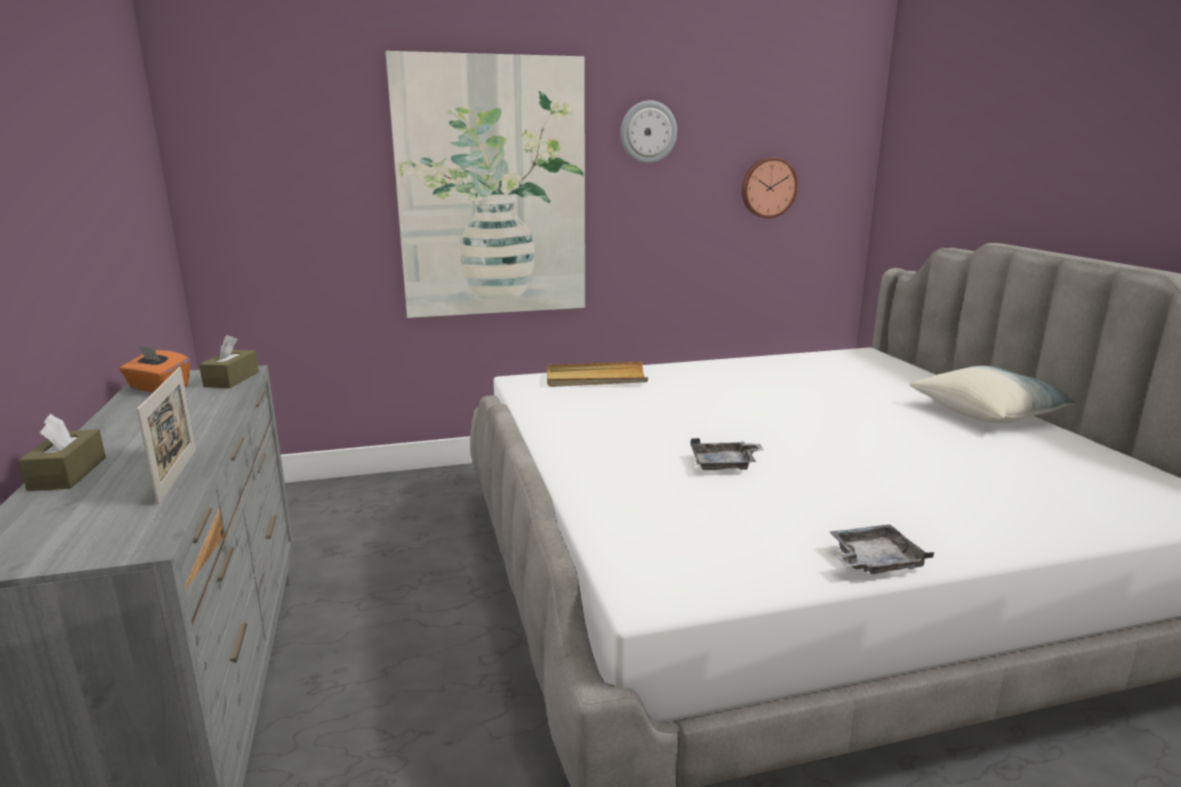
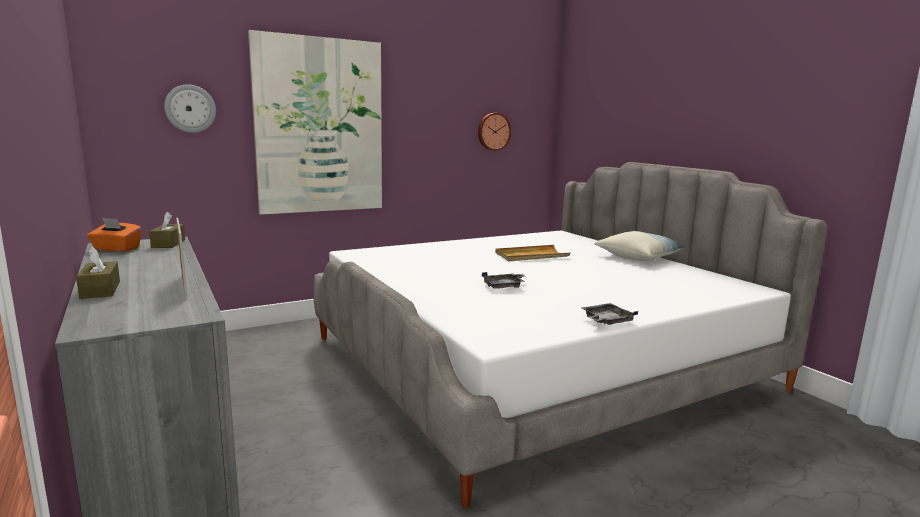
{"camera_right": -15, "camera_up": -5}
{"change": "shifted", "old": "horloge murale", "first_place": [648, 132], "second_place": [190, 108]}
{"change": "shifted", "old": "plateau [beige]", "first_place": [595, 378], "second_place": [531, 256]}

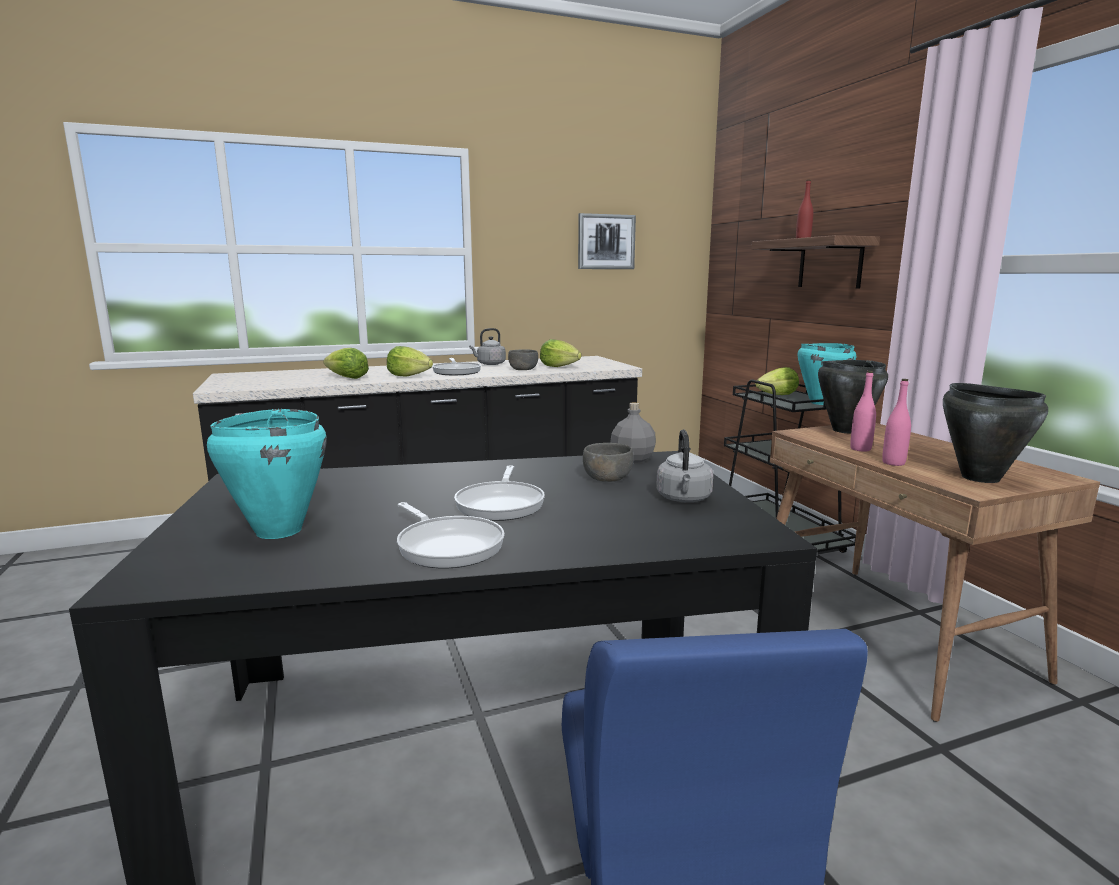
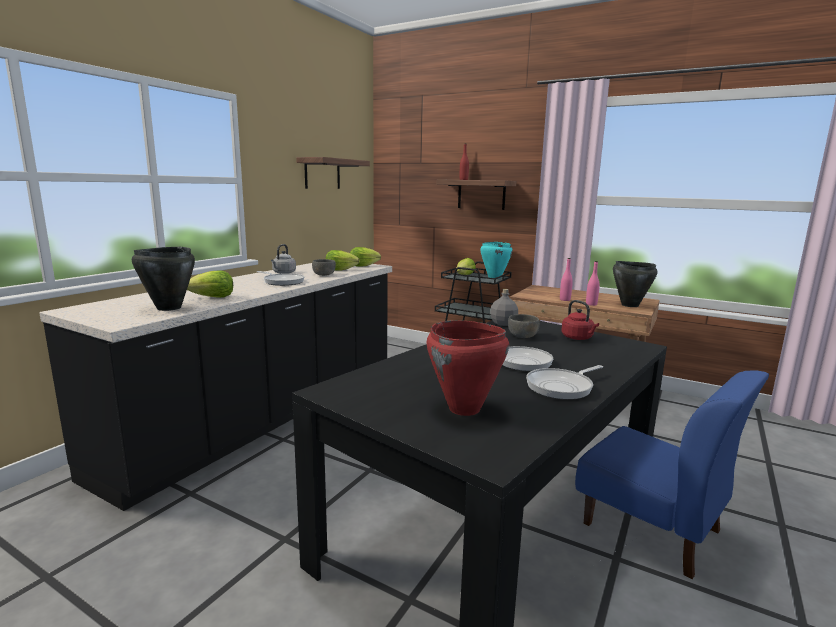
{"camera_right": -40, "camera_up": 0}
{"change": "swapped", "old": "tableau", "new": "étagère", "first_place": [606, 242], "second_place": [322, 174]}
{"change": "shifted", "old": "laitue", "first_place": [408, 376], "second_place": [363, 266]}
{"change": "shifted", "old": "marmite [noir]", "first_place": [845, 430], "second_place": [168, 308]}
{"change": "repainted", "old": "marmite [turquoise]", "new": "marmite [rouge]", "first_place": [277, 531], "second_place": [464, 409]}
{"change": "repainted", "old": "bouilloire [gris]", "new": "bouilloire [rouge]", "first_place": [684, 499], "second_place": [578, 338]}
{"change": "rotated", "old": "poêle", "first_place": [448, 546], "second_place": [562, 387], "degrees": 135}

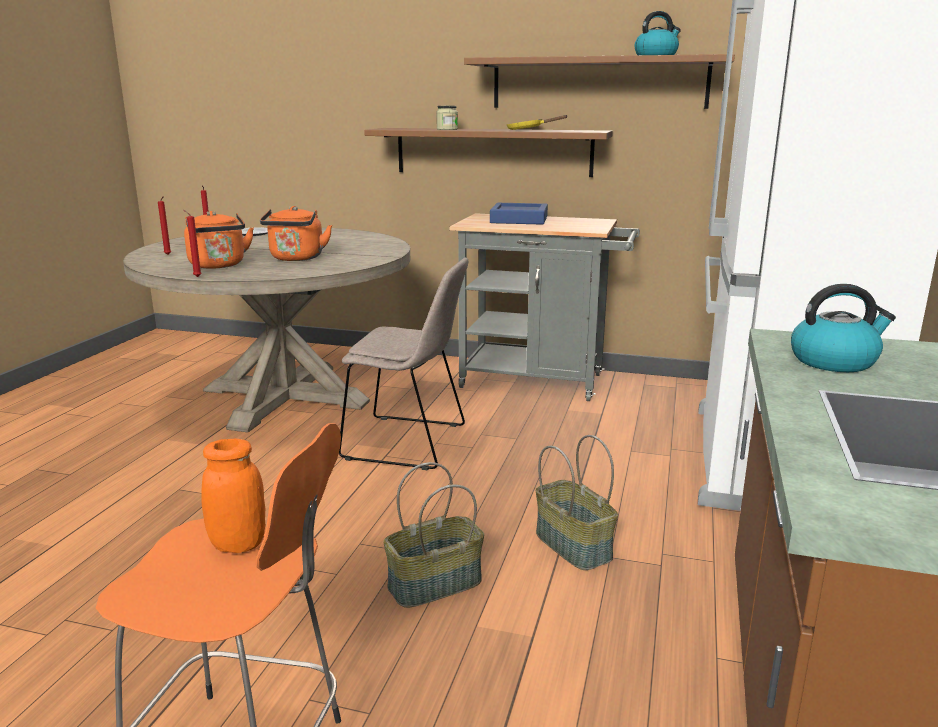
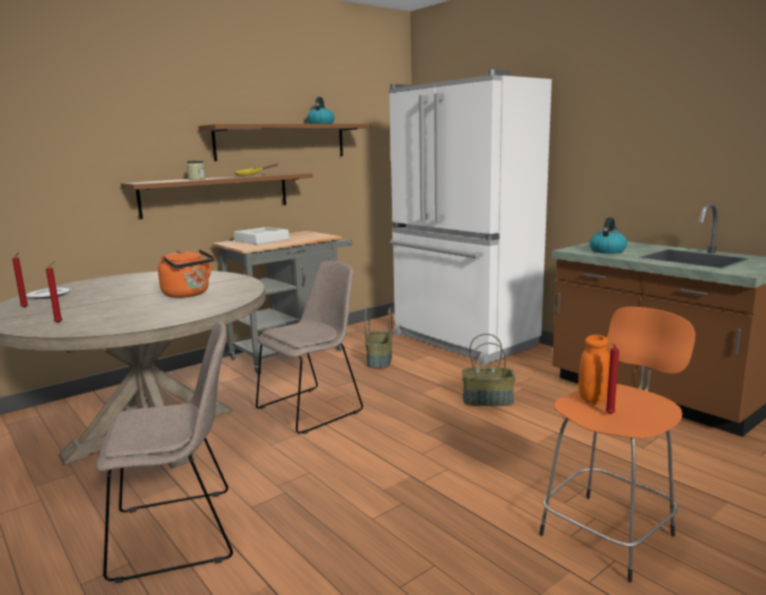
{"camera_right": -55, "camera_up": -5}
{"change": "repainted", "old": "plateau [bleu]", "new": "plateau [blanc]", "first_place": [519, 219], "second_place": [261, 240]}
{"change": "shifted", "old": "bougie [rouge]", "first_place": [196, 277], "second_place": [609, 414]}
{"change": "gone", "old": "bouilloire [orange]", "first_place": [218, 265]}
{"change": "shifted", "old": "panier", "first_place": [434, 585], "second_place": [380, 361]}
{"change": "new", "new": "chaise [beige]", "second_place": [180, 532]}

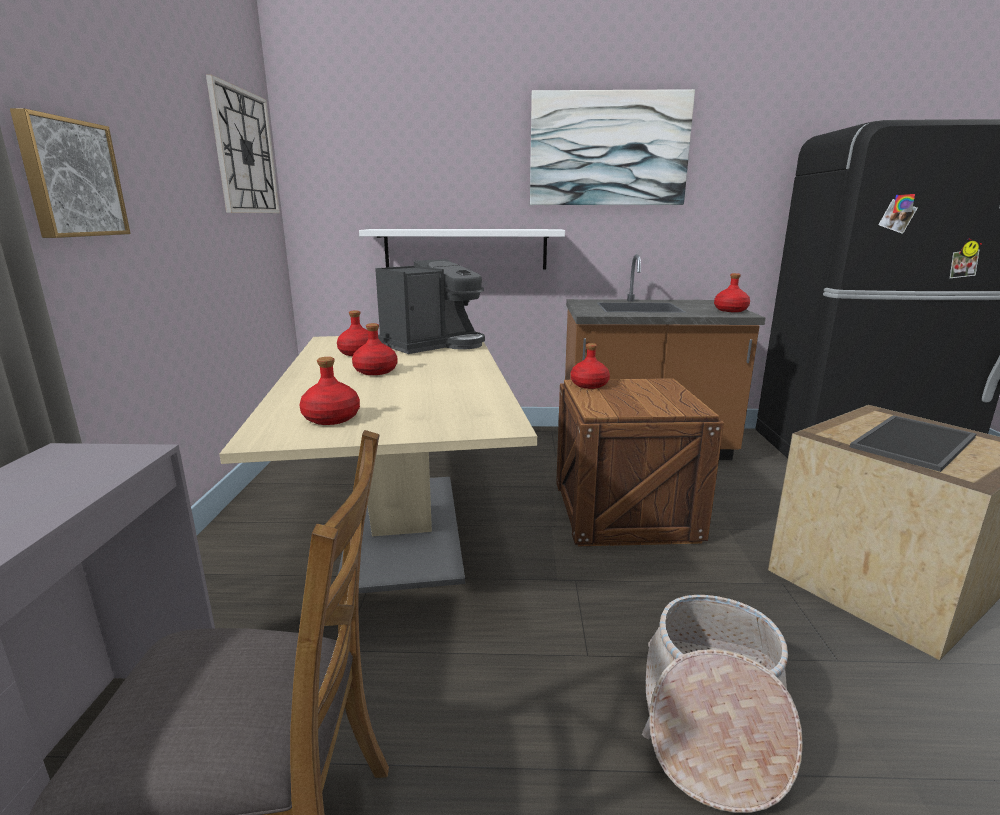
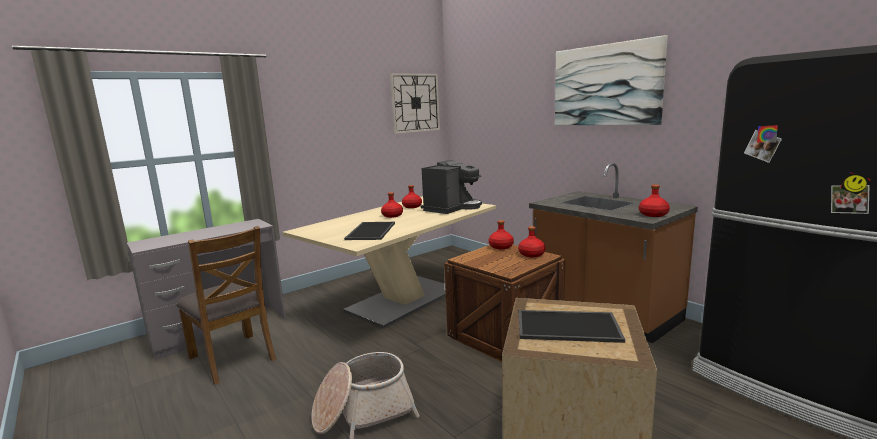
{"camera_right": 50, "camera_up": -5}
{"change": "gone", "old": "tableau", "first_place": [70, 178]}
{"change": "gone", "old": "étagère [blanc]", "first_place": [465, 249]}
{"change": "rotated", "old": "machine à café", "first_place": [433, 344], "second_place": [452, 208], "degrees": -60}
{"change": "shifted", "old": "bouteille [rouge]", "first_place": [332, 418], "second_place": [531, 254]}
{"change": "new", "new": "plateau", "second_place": [370, 231]}

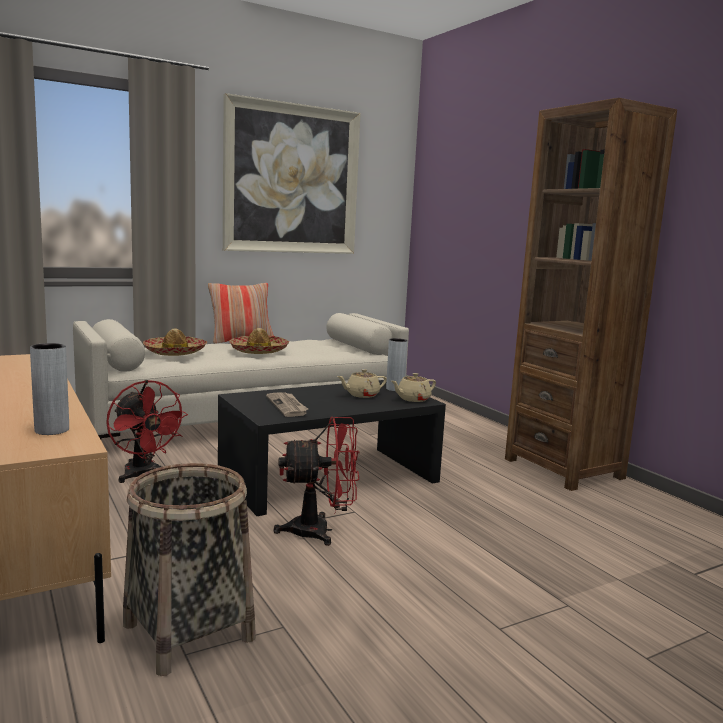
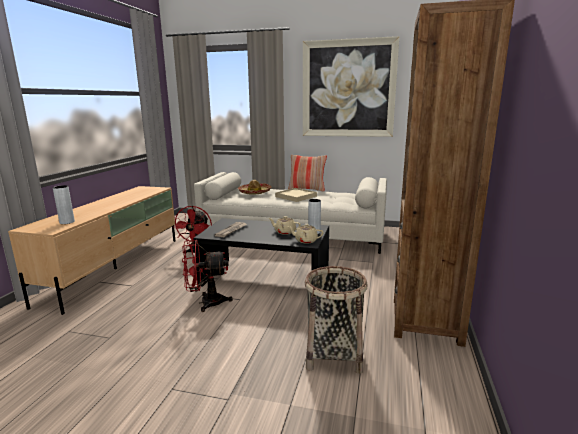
{"camera_right": 45, "camera_up": 5}
{"change": "swapped", "old": "chapeau", "new": "plateau [beige]", "first_place": [259, 351], "second_place": [296, 196]}
{"change": "rotated", "old": "ventilateur [rouge]", "first_place": [320, 531], "second_place": [206, 302], "degrees": 135}
{"change": "shifted", "old": "panier", "first_place": [189, 632], "second_place": [333, 354]}

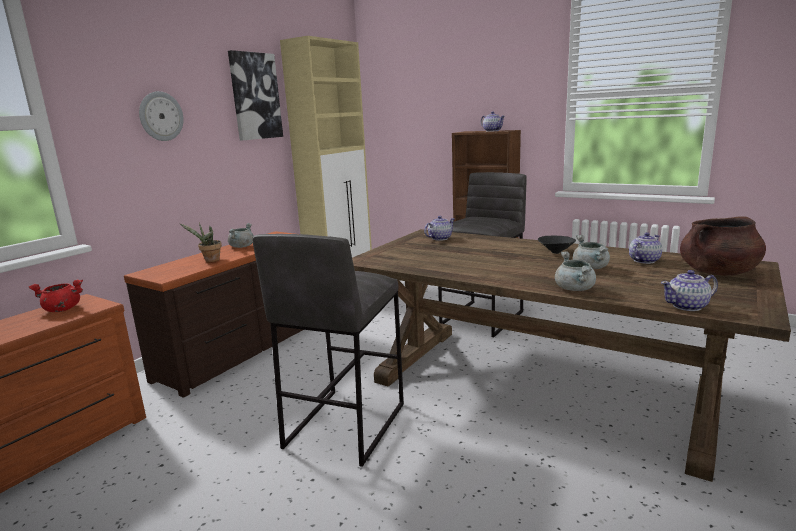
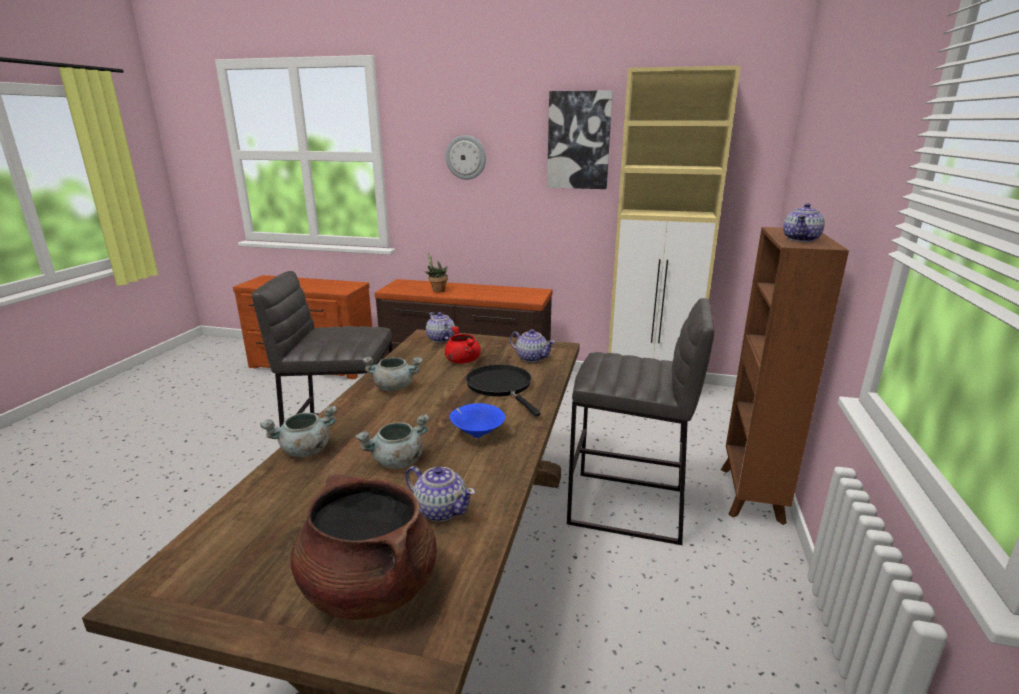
{"camera_right": 70, "camera_up": 5}
{"change": "shifted", "old": "marmite [gris]", "first_place": [242, 246], "second_place": [394, 387]}
{"change": "repainted", "old": "bol [noir]", "new": "bol [bleu]", "first_place": [555, 252], "second_place": [476, 434]}
{"change": "shifted", "old": "théière", "first_place": [687, 306], "second_place": [440, 339]}
{"change": "shifted", "old": "marmite [rouge]", "first_place": [61, 309], "second_place": [462, 360]}
{"change": "new", "new": "poêle [noir]", "second_place": [501, 387]}

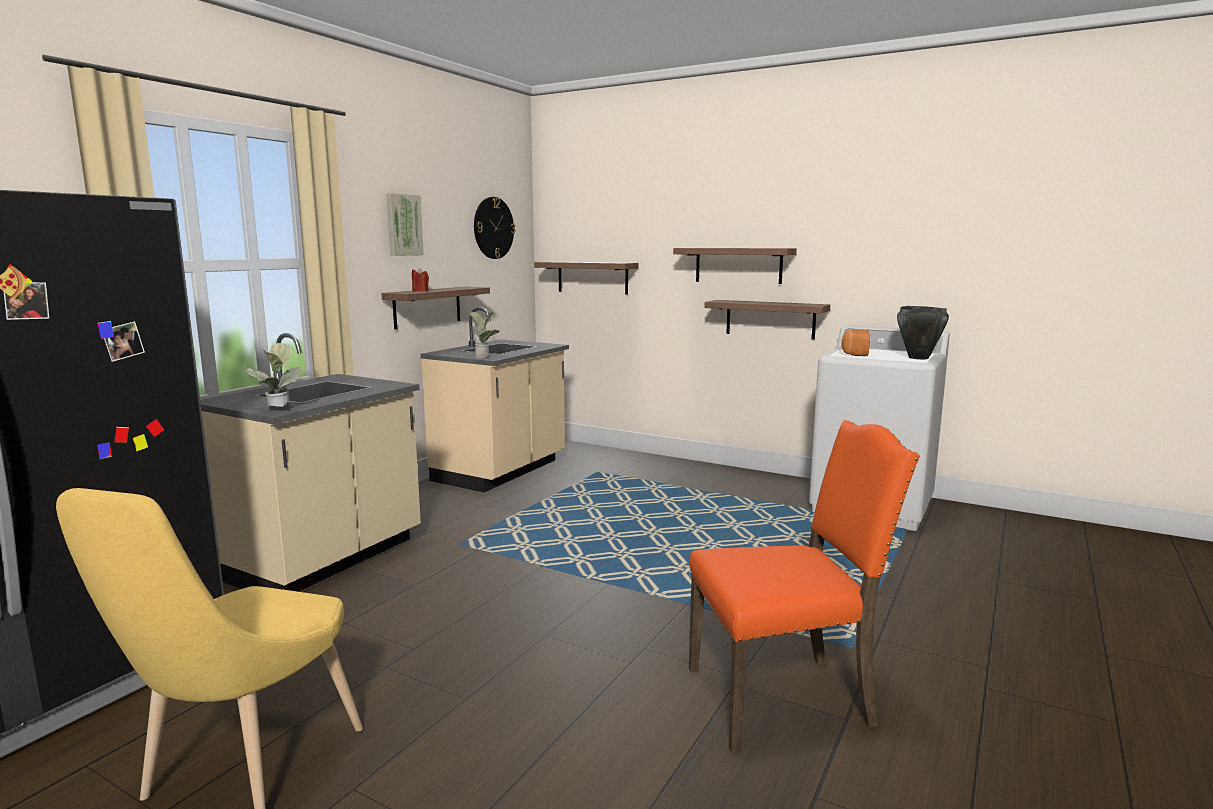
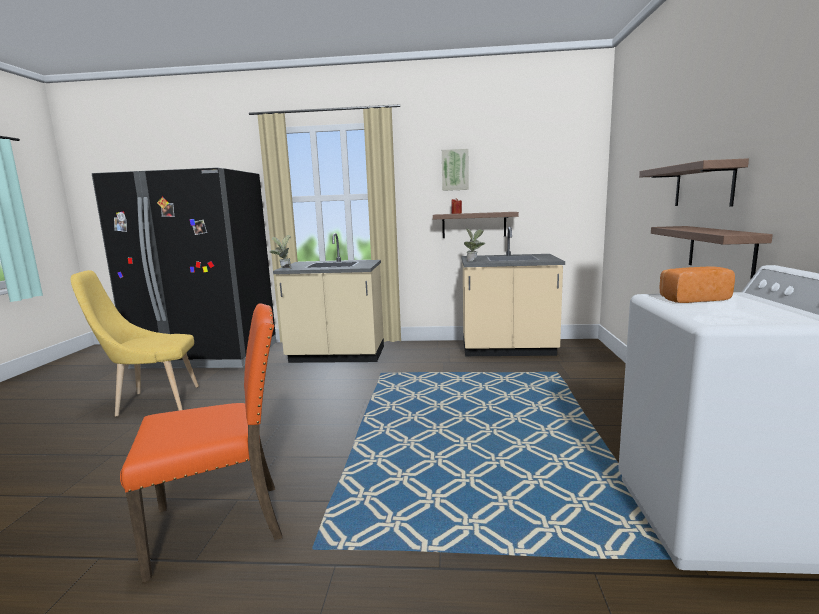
{"camera_right": 65, "camera_up": 0}
{"change": "gone", "old": "horloge murale", "first_place": [493, 228]}
{"change": "gone", "old": "étagère", "first_place": [592, 277]}
{"change": "gone", "old": "marmite [noir]", "first_place": [918, 358]}
{"change": "rotated", "old": "chaise [orange]", "first_place": [784, 698], "second_place": [222, 524], "degrees": -75}

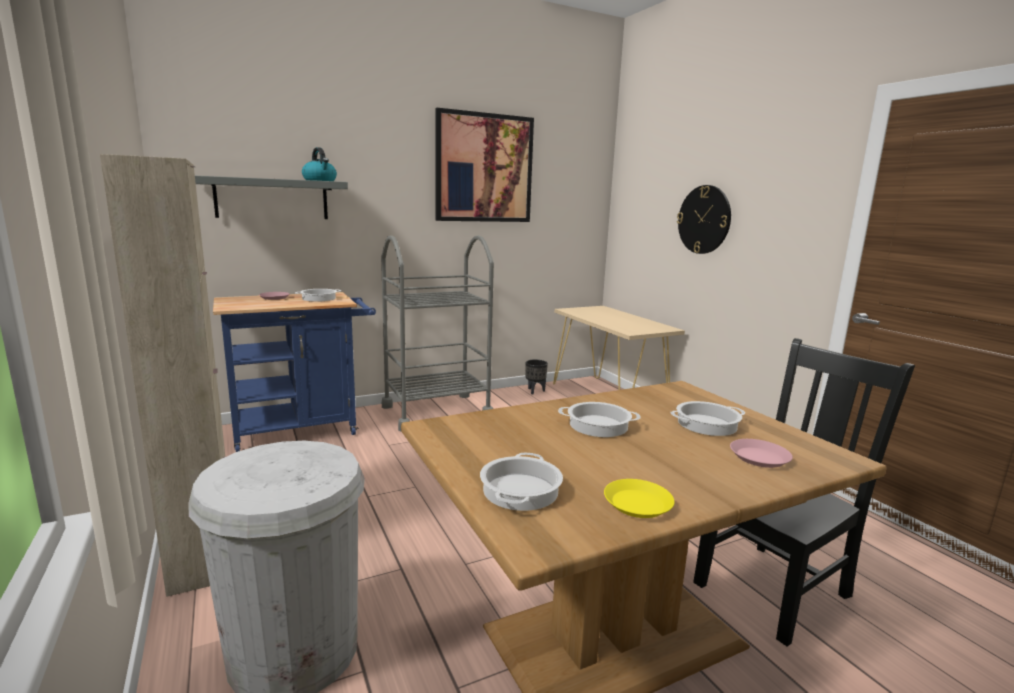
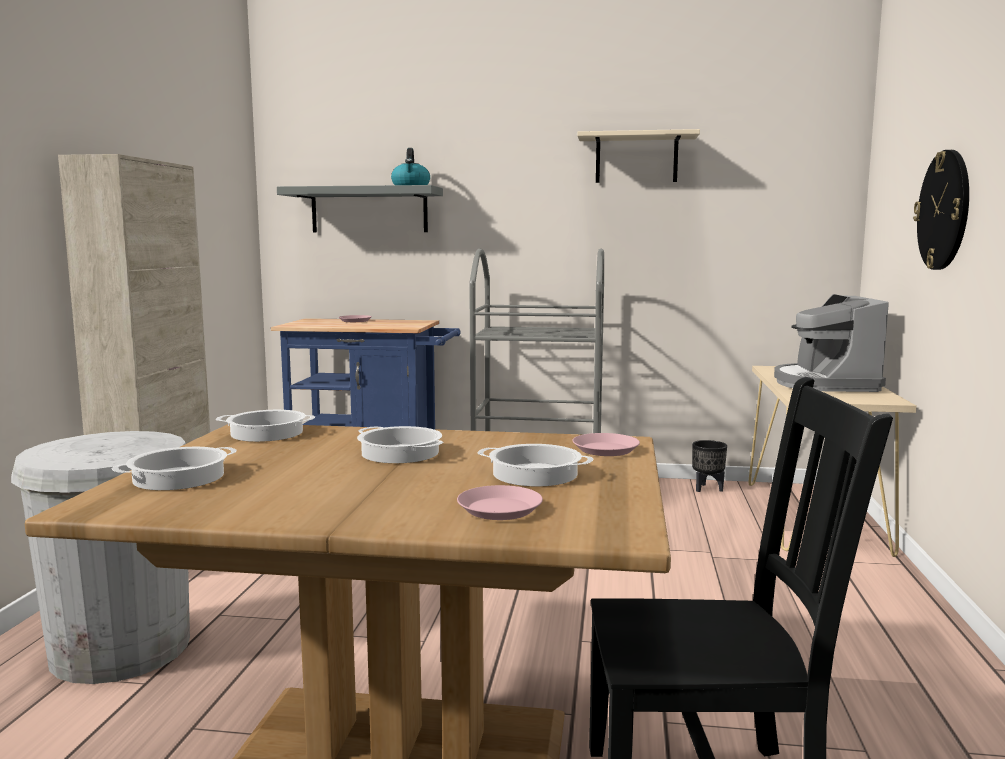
{"camera_right": 35, "camera_up": -5}
{"change": "swapped", "old": "tableau", "new": "étagère [beige]", "first_place": [484, 168], "second_place": [636, 159]}
{"change": "shifted", "old": "marmite", "first_place": [319, 298], "second_place": [267, 433]}
{"change": "gone", "old": "assiette [jaune]", "first_place": [638, 504]}
{"change": "new", "new": "machine à café", "second_place": [825, 384]}
{"change": "new", "new": "assiette [rose]", "second_place": [605, 449]}

